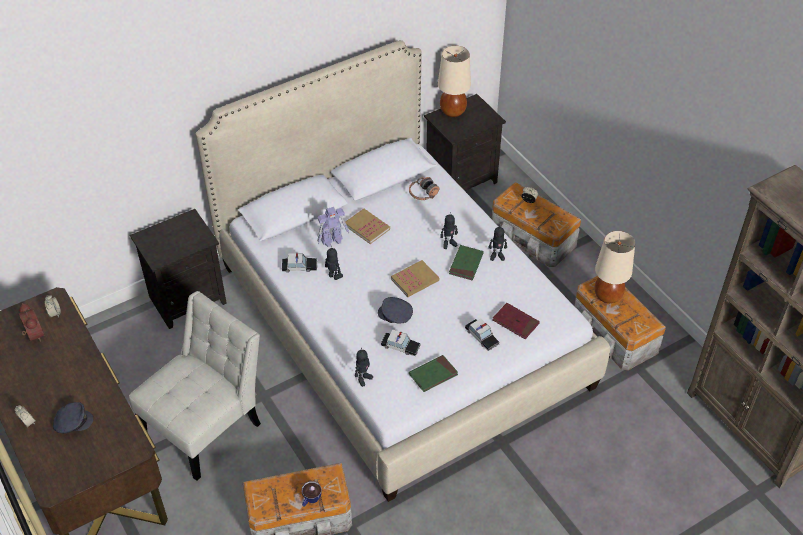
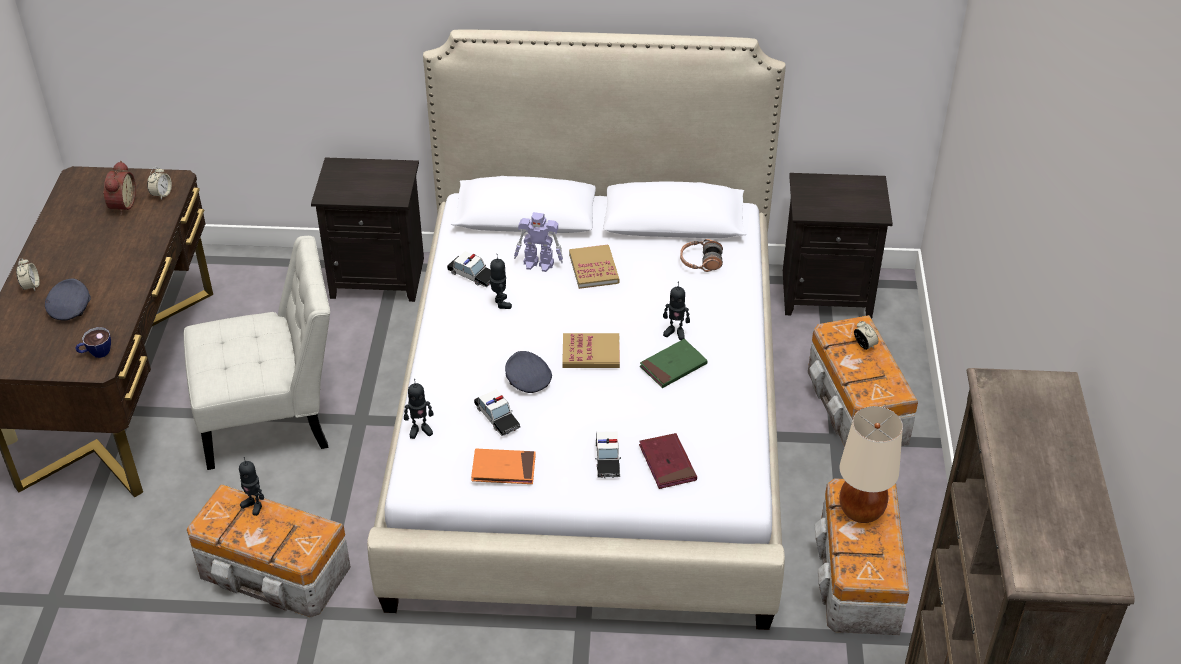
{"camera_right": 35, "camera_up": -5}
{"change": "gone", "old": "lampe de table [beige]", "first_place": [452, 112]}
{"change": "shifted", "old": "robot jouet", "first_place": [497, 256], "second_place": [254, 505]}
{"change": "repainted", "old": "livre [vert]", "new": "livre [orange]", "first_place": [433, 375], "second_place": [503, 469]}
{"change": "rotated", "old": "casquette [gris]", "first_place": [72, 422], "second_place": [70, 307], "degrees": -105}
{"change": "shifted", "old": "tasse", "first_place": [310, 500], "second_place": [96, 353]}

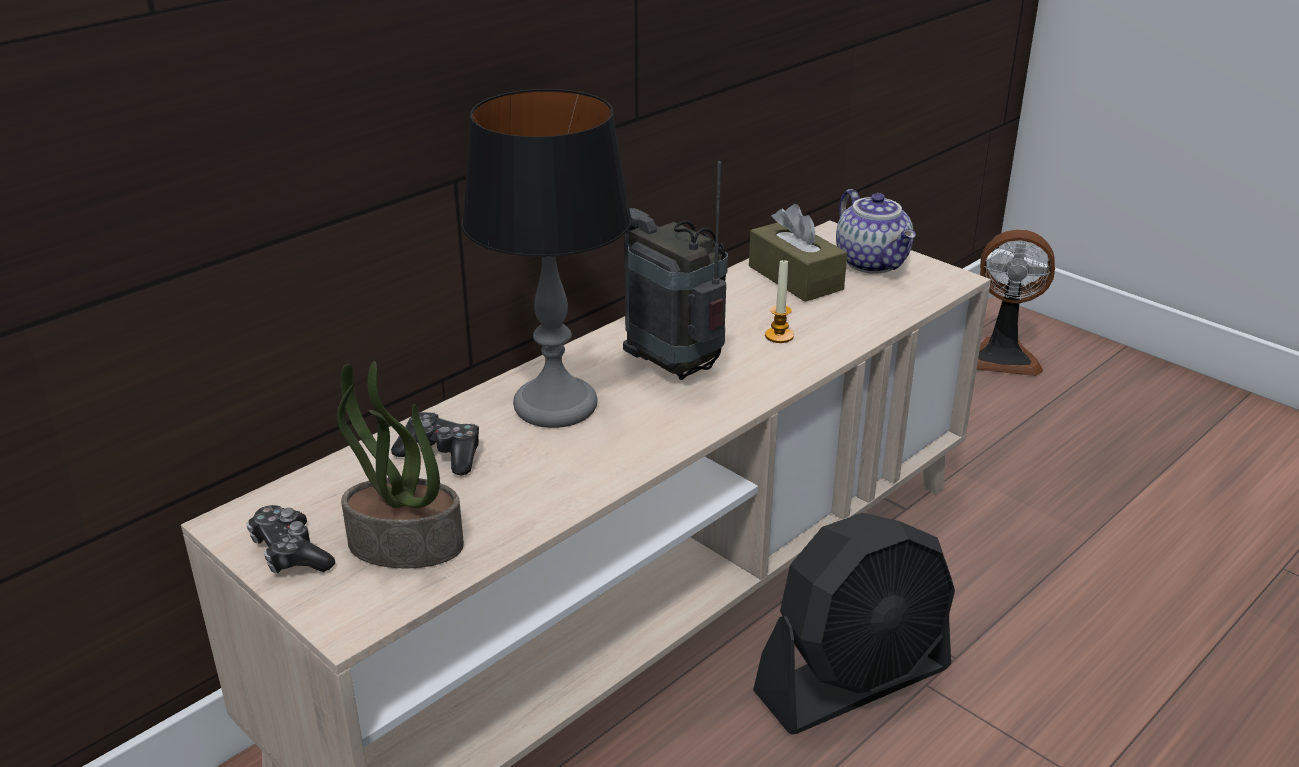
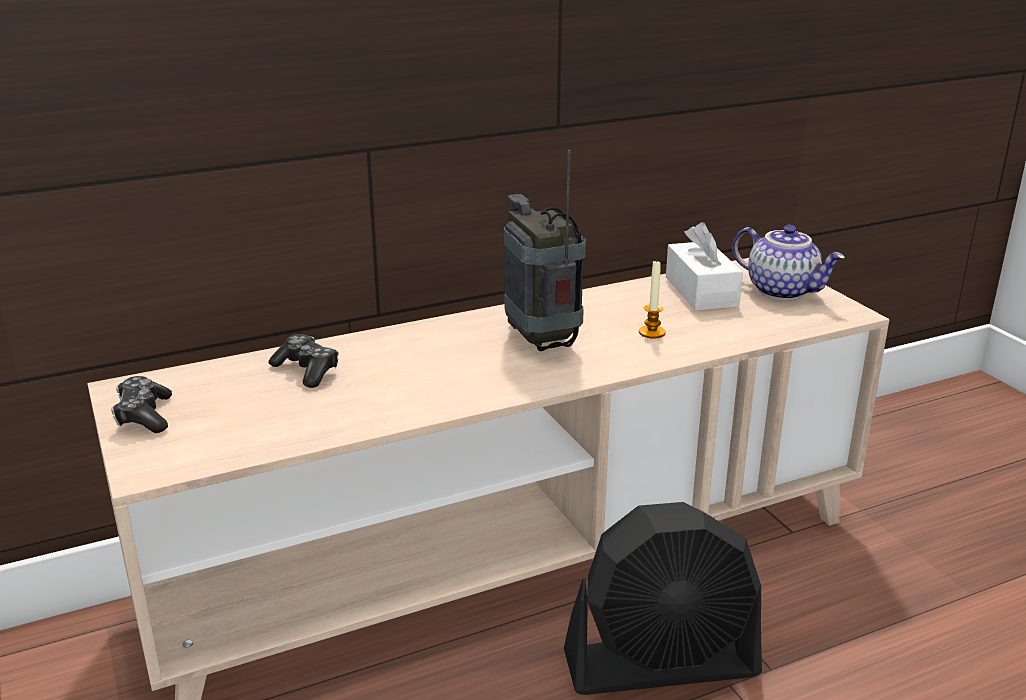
{"camera_right": 20, "camera_up": -5}
{"change": "gone", "old": "lampe de table", "first_place": [555, 405]}
{"change": "rotated", "old": "théière", "first_place": [873, 263], "second_place": [783, 291], "degrees": -45}
{"change": "repainted", "old": "boîte à mouchoirs [marron]", "new": "boîte à mouchoirs [blanc]", "first_place": [795, 278], "second_place": [701, 292]}
{"change": "gone", "old": "ventilateur", "first_place": [1002, 357]}
{"change": "gone", "old": "plante en pot", "first_place": [404, 546]}

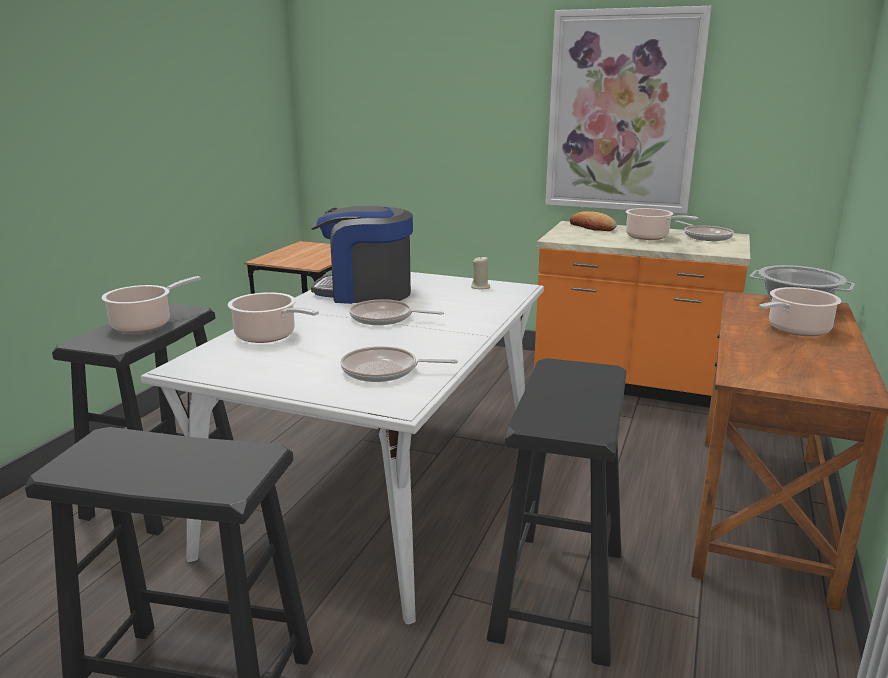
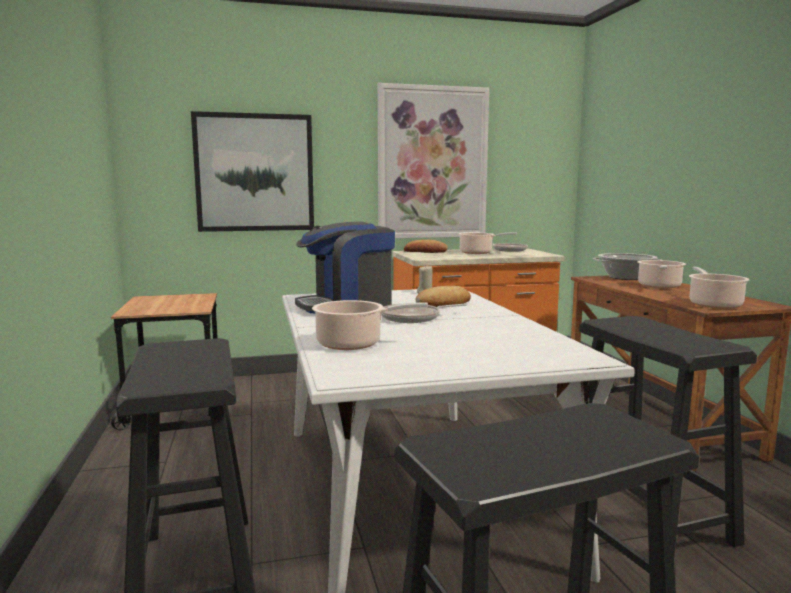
{"camera_right": -35, "camera_up": -10}
{"change": "shifted", "old": "marmite", "first_place": [145, 324], "second_place": [713, 304]}
{"change": "gone", "old": "poêle", "first_place": [384, 371]}
{"change": "new", "new": "tableau", "second_place": [255, 173]}
{"change": "new", "new": "pain", "second_place": [443, 303]}

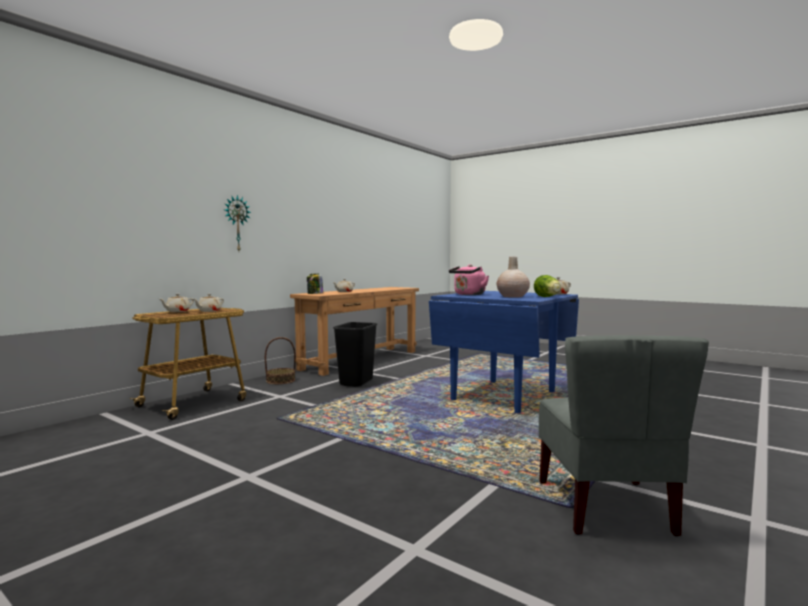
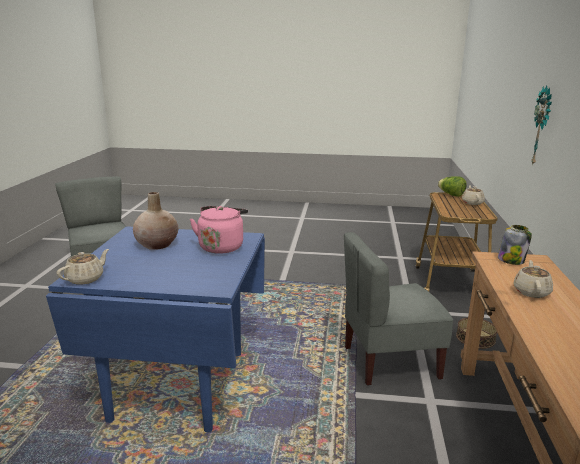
{"camera_right": 150, "camera_up": 15}
{"change": "shifted", "old": "laitue", "first_place": [548, 297], "second_place": [451, 195]}
{"change": "gone", "old": "théière [beige]", "first_place": [209, 311]}
{"change": "swapped", "old": "poubelle [noir]", "new": "chaise [gris]", "first_place": [356, 382], "second_place": [389, 361]}

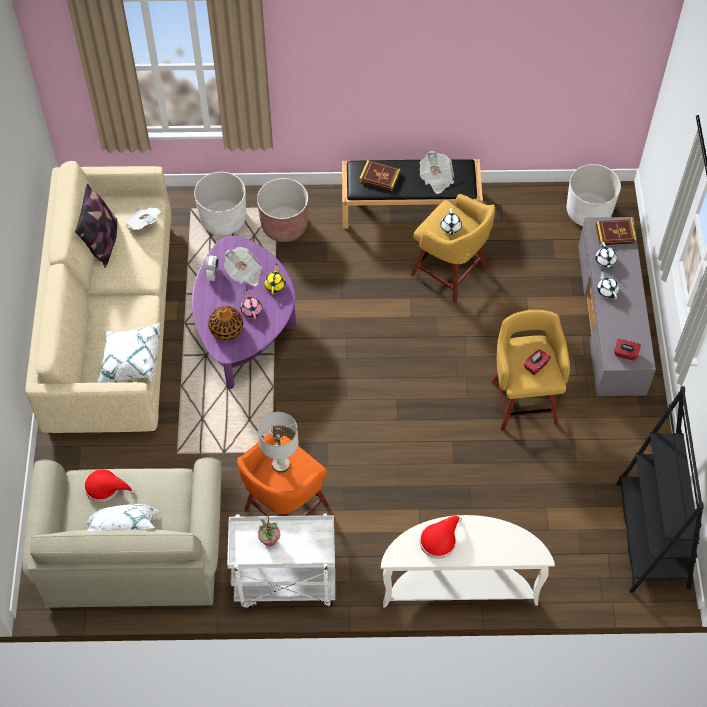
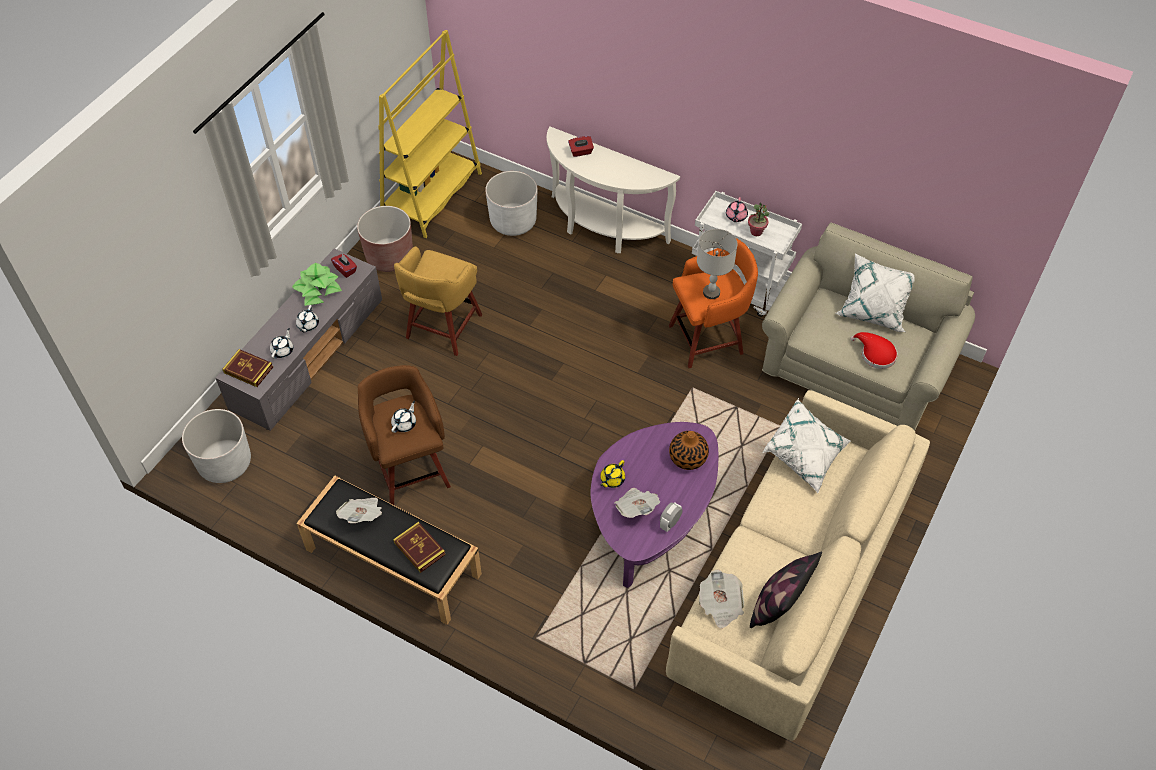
{"camera_right": -150, "camera_up": -5}
{"change": "shifted", "old": "cache-pot [blanc]", "first_place": [223, 219], "second_place": [513, 221]}
{"change": "shifted", "old": "cache-pot [marron]", "first_place": [284, 226], "second_place": [389, 257]}
{"change": "repainted", "old": "tabouret [jaune]", "new": "tabouret [marron]", "first_place": [450, 273], "second_place": [411, 469]}
{"change": "shifted", "old": "théière [rose]", "first_place": [251, 310], "second_place": [736, 216]}
{"change": "shifted", "old": "boîte à mouchoirs [rouge]", "first_place": [535, 365], "second_place": [581, 152]}
{"change": "repainted", "old": "bibliothèque [noir]", "new": "bibliothèque [jaune]", "first_place": [652, 535], "second_place": [432, 197]}
{"change": "gone", "old": "chapeau [rouge]", "first_place": [439, 539]}
{"change": "new", "new": "plante en pot", "second_place": [318, 289]}

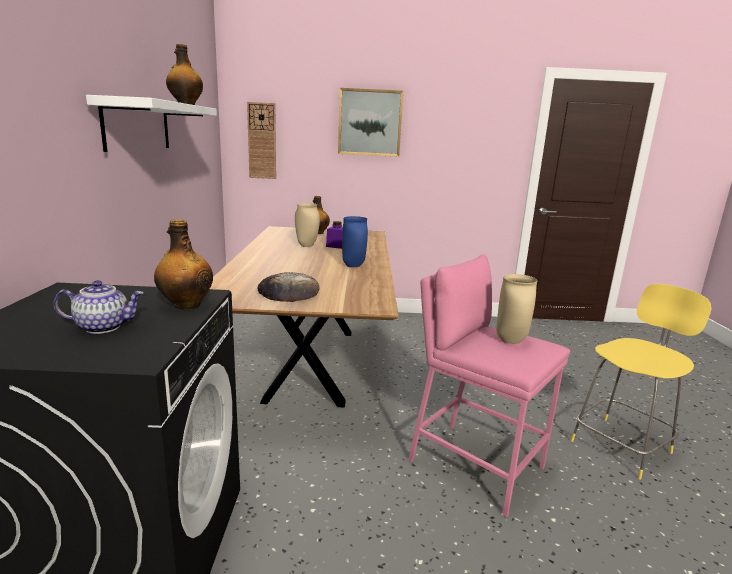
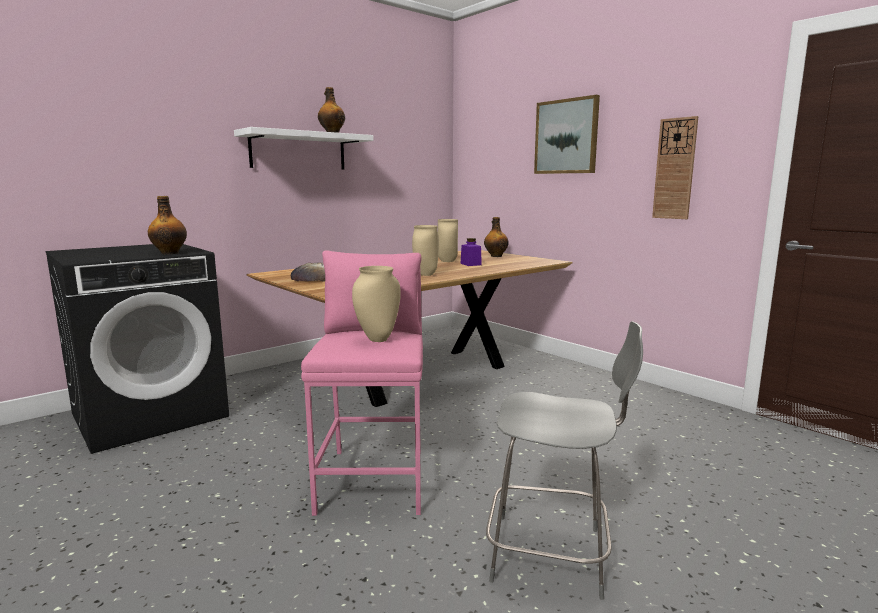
{"camera_right": 50, "camera_up": -5}
{"change": "shifted", "old": "horloge murale", "first_place": [262, 141], "second_place": [675, 169]}
{"change": "repainted", "old": "vase [bleu]", "new": "vase [beige]", "first_place": [354, 266], "second_place": [426, 274]}
{"change": "gone", "old": "théière", "first_place": [104, 326]}
{"change": "repainted", "old": "tabouret [jaune]", "new": "tabouret [gris]", "first_place": [622, 445], "second_place": [552, 555]}

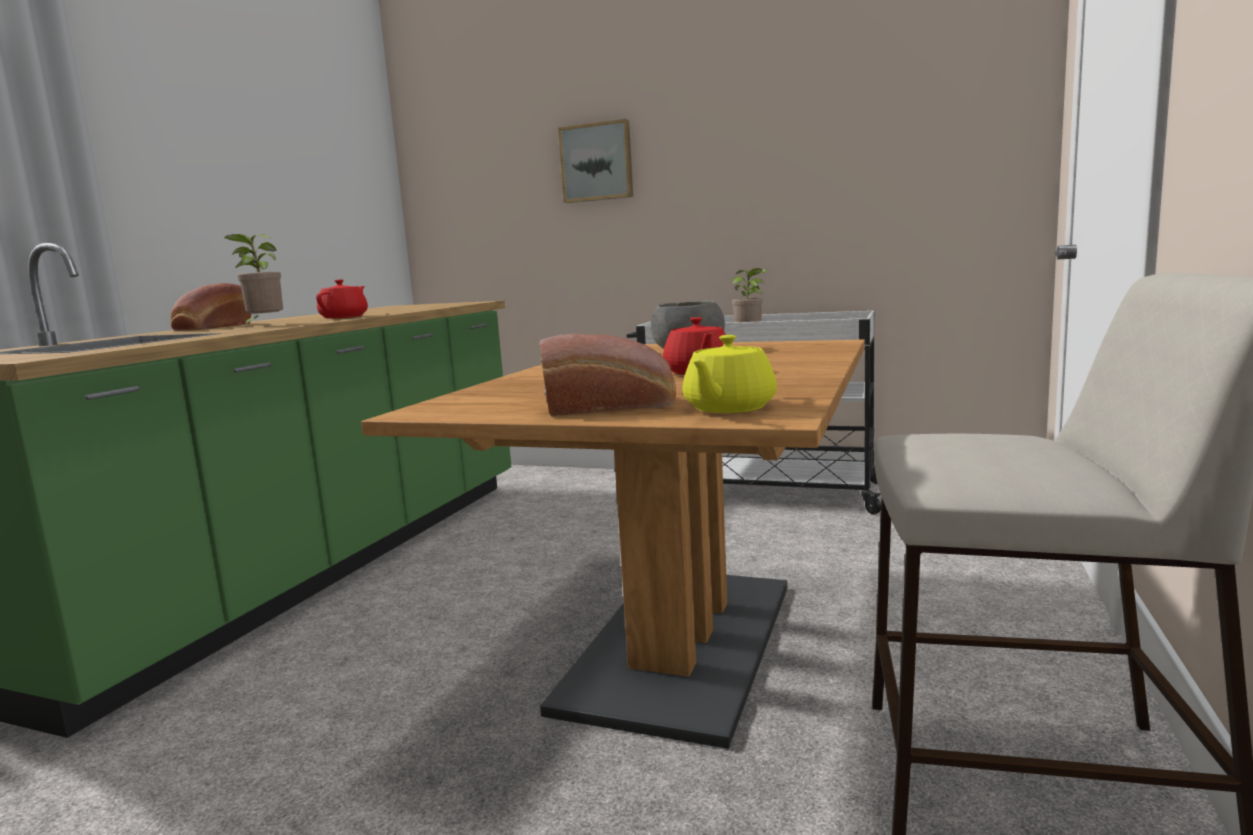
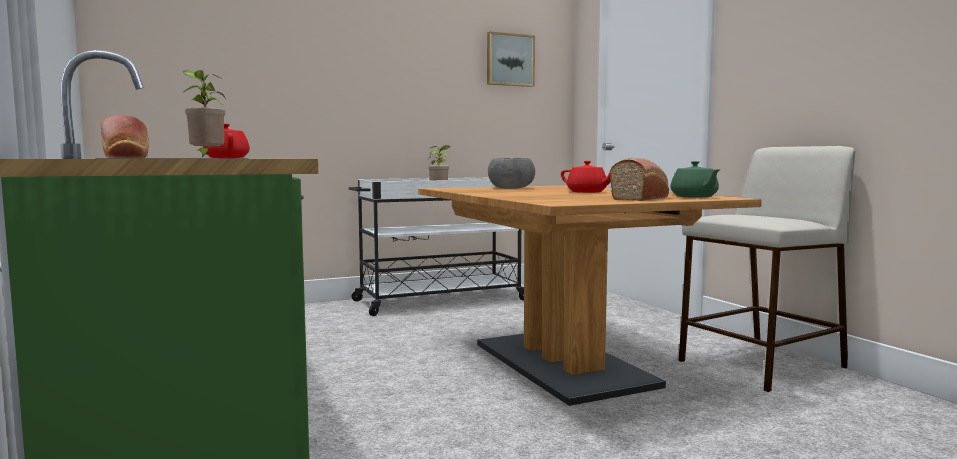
{"camera_right": -45, "camera_up": -5}
{"change": "shifted", "old": "tableau", "first_place": [597, 162], "second_place": [509, 60]}
{"change": "repainted", "old": "théière [jaune]", "new": "théière [vert]", "first_place": [728, 408], "second_place": [694, 197]}

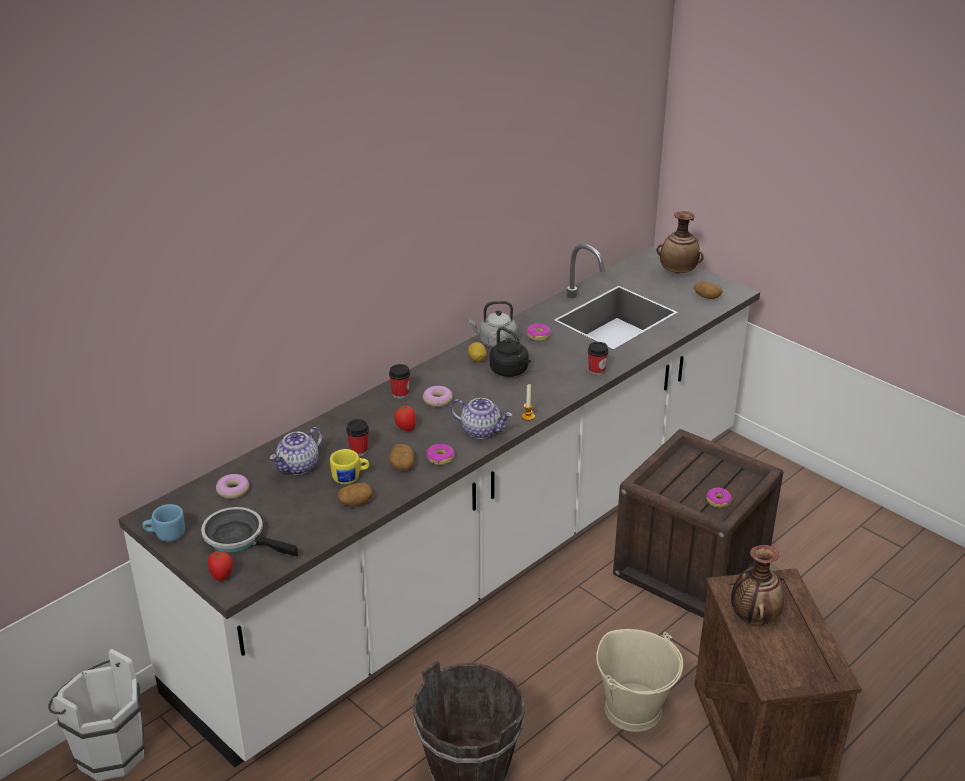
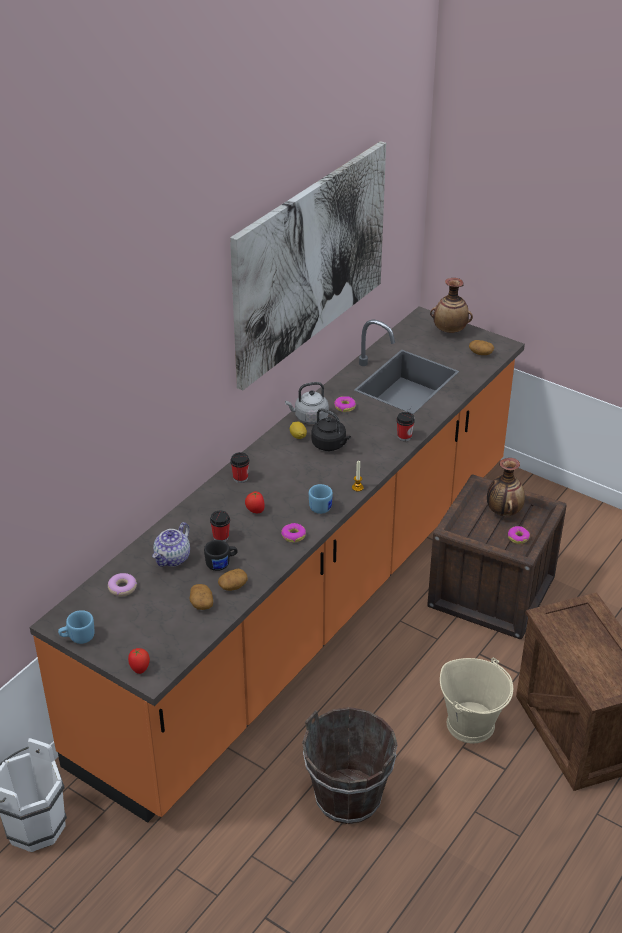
{"camera_right": -10, "camera_up": 5}
{"change": "repainted", "old": "comptoir de cuisine [blanc]", "new": "comptoir de cuisine [orange]", "first_place": [482, 554], "second_place": [310, 602]}
{"change": "gone", "old": "beignet", "first_place": [437, 400]}
{"change": "swapped", "old": "théière", "new": "mug [bleu]", "first_place": [481, 431], "second_place": [321, 505]}
{"change": "shifted", "old": "pomme de terre", "first_place": [402, 464], "second_place": [201, 603]}
{"change": "repainted", "old": "mug [jaune]", "new": "mug [noir]", "first_place": [350, 478], "second_place": [221, 564]}
{"change": "gone", "old": "poêle", "first_place": [239, 538]}
{"change": "shifted", "old": "vase", "first_place": [753, 617], "second_place": [503, 511]}
{"change": "new", "new": "tableau", "second_place": [309, 261]}

